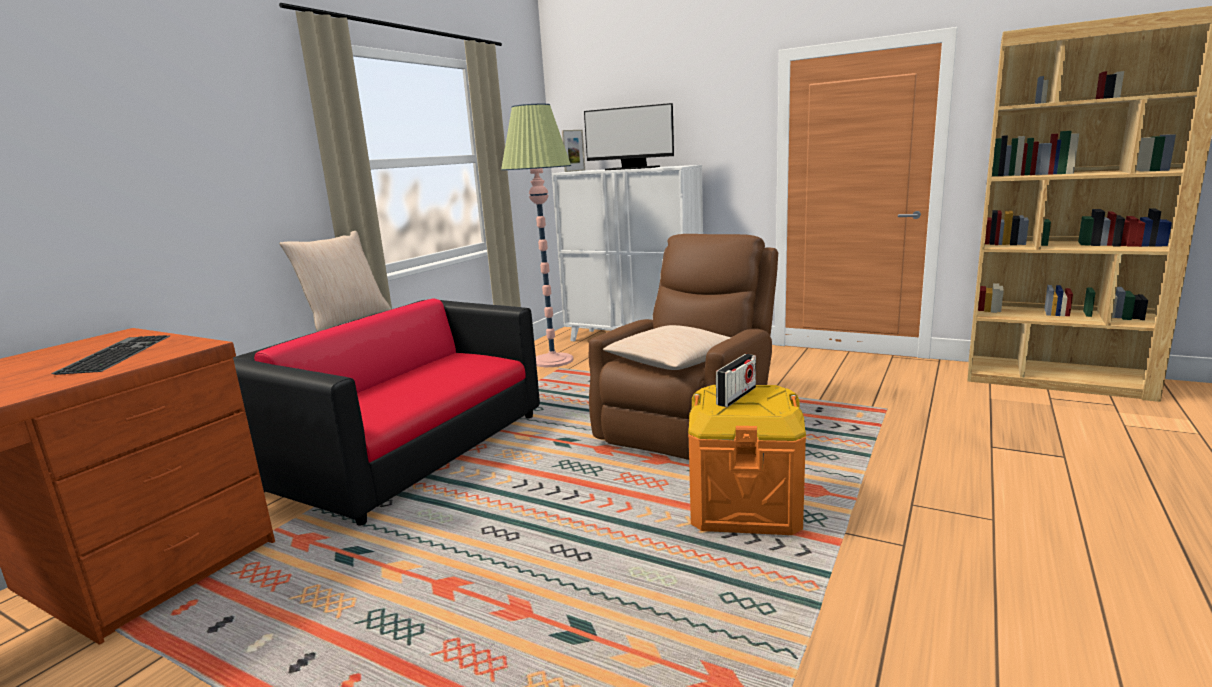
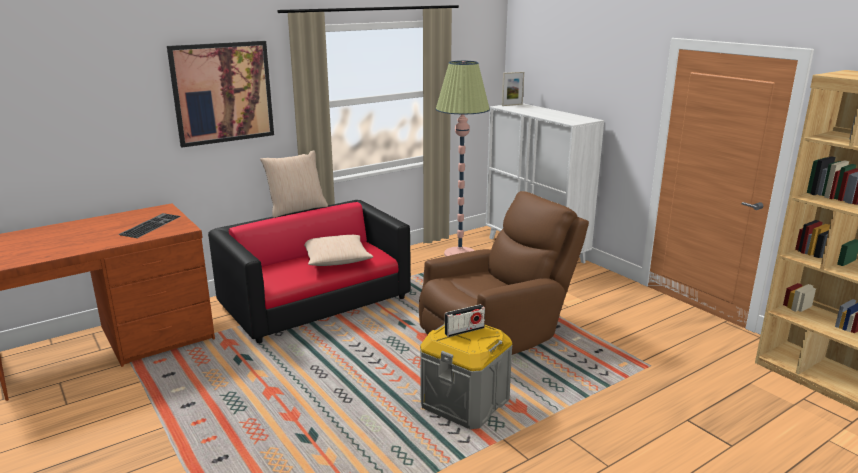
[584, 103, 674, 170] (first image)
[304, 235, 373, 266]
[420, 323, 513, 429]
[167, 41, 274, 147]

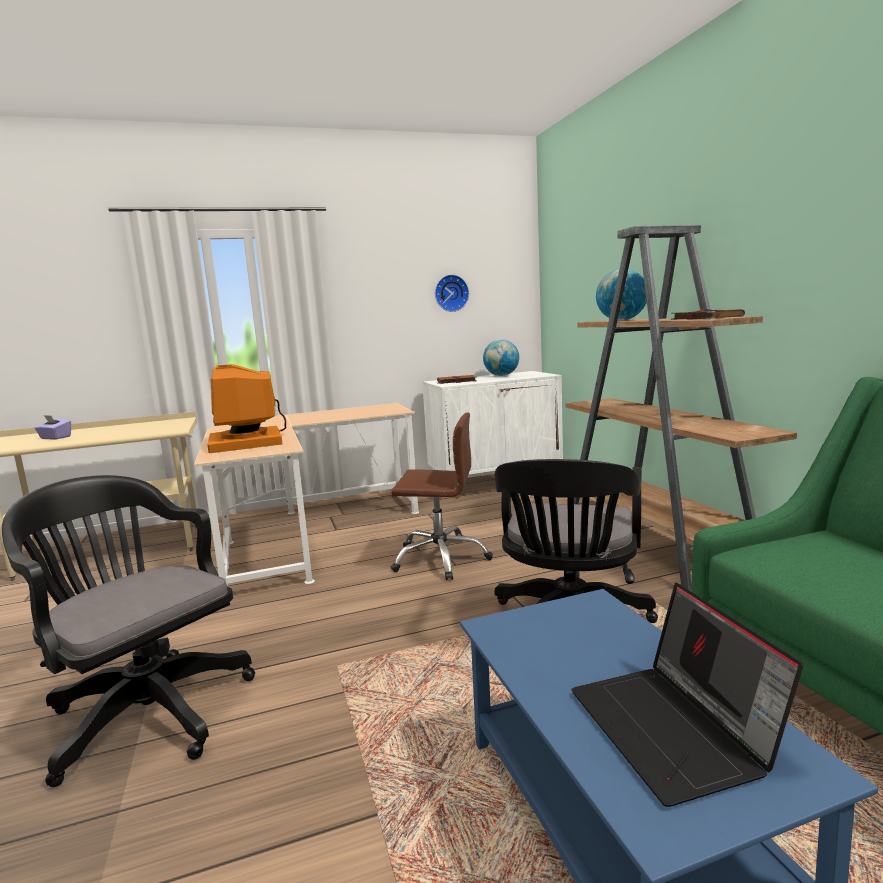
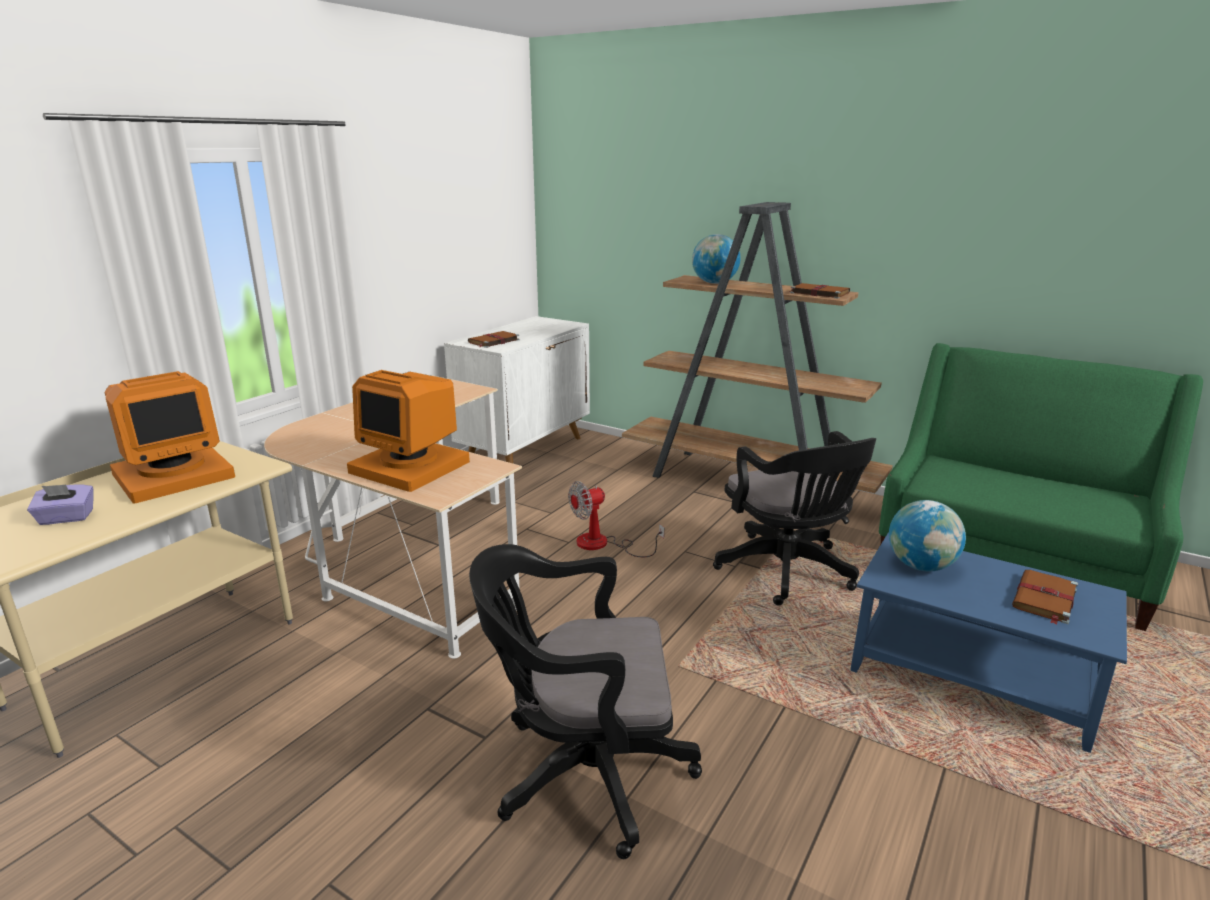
[435, 274, 469, 312] (first image)
[889, 500, 966, 572]
[568, 481, 664, 557]
[1012, 570, 1078, 625]
[105, 371, 235, 503]

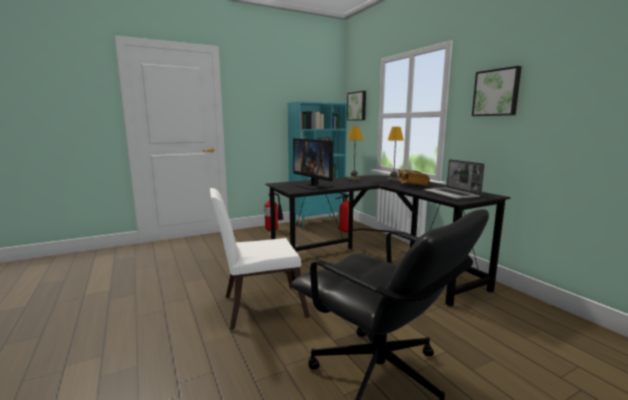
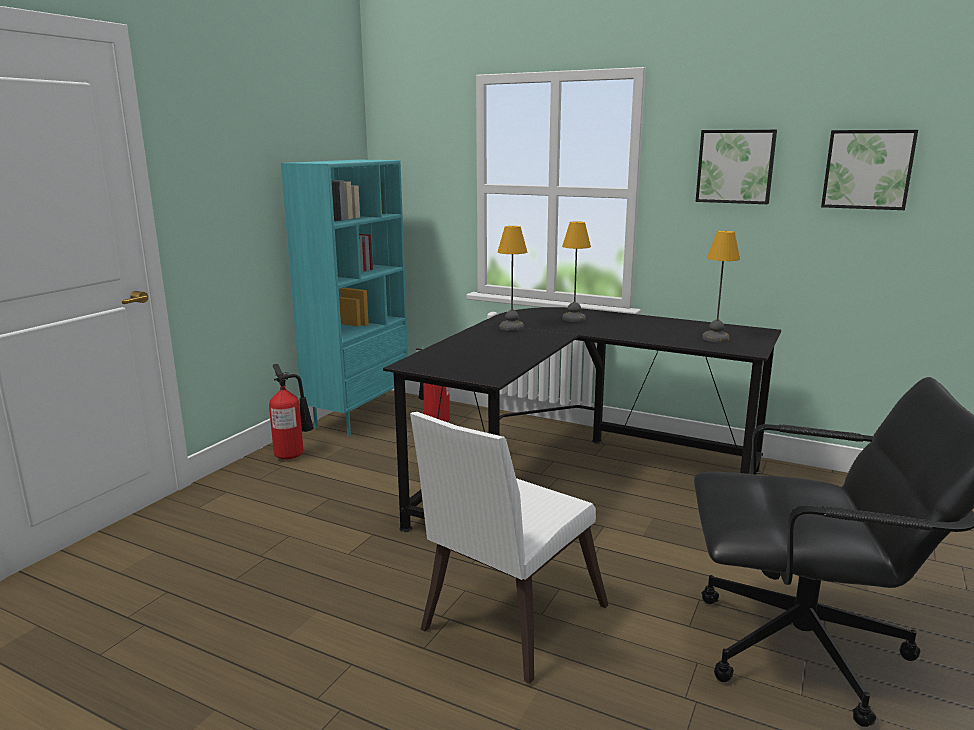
[821, 130, 918, 210]
[293, 138, 334, 190] (first image)
[702, 231, 740, 342]
[397, 169, 430, 187] (first image)

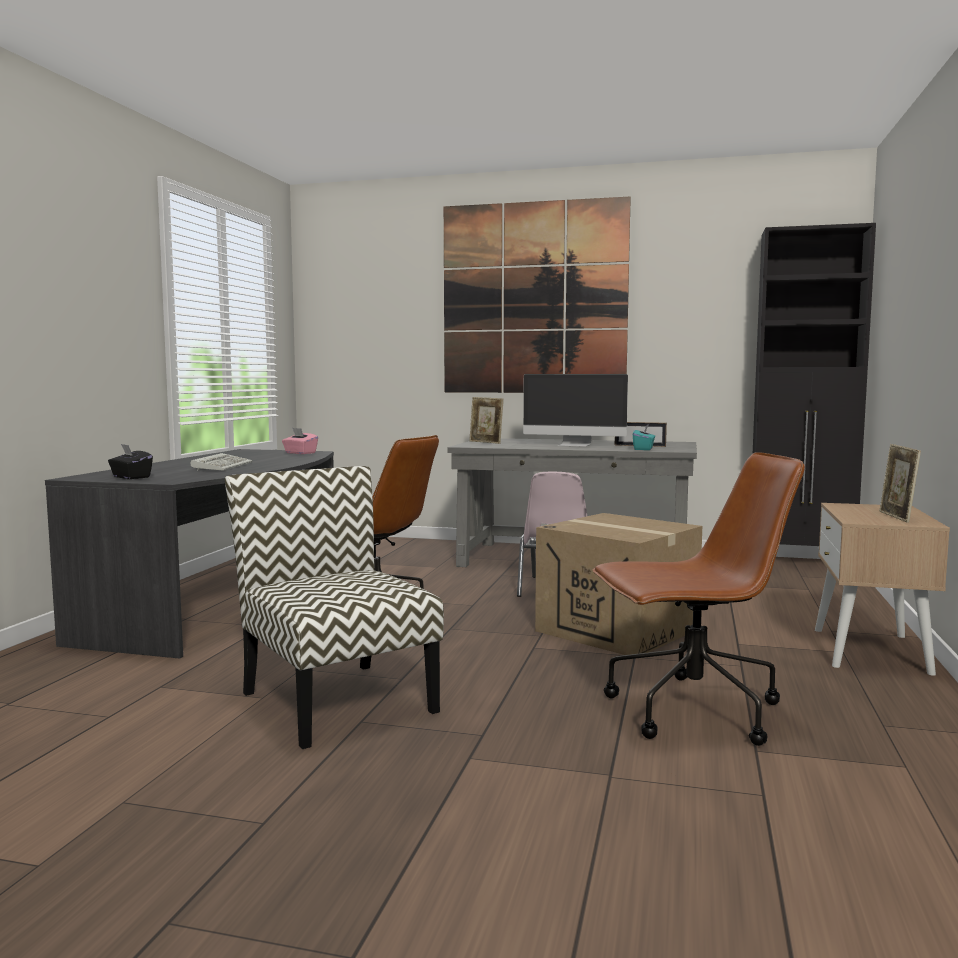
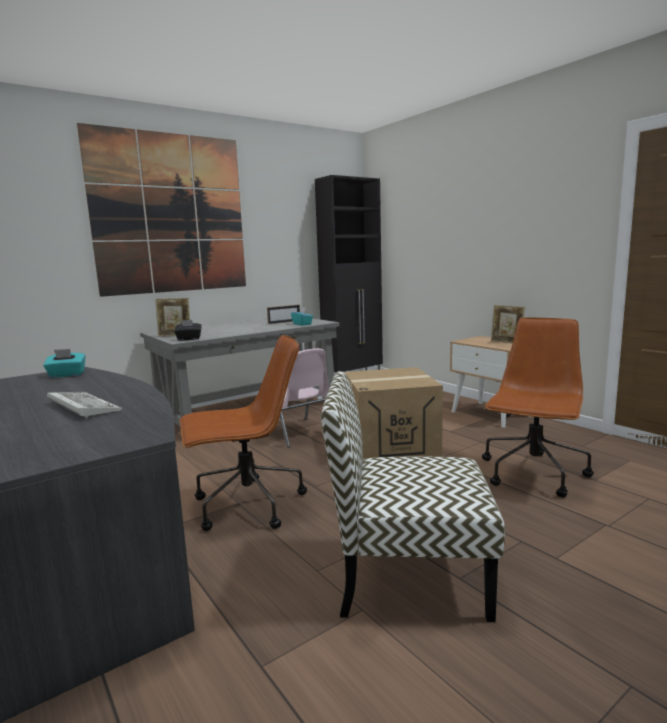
[523, 374, 628, 447] (first image)
[43, 349, 86, 378]
[174, 320, 202, 340]

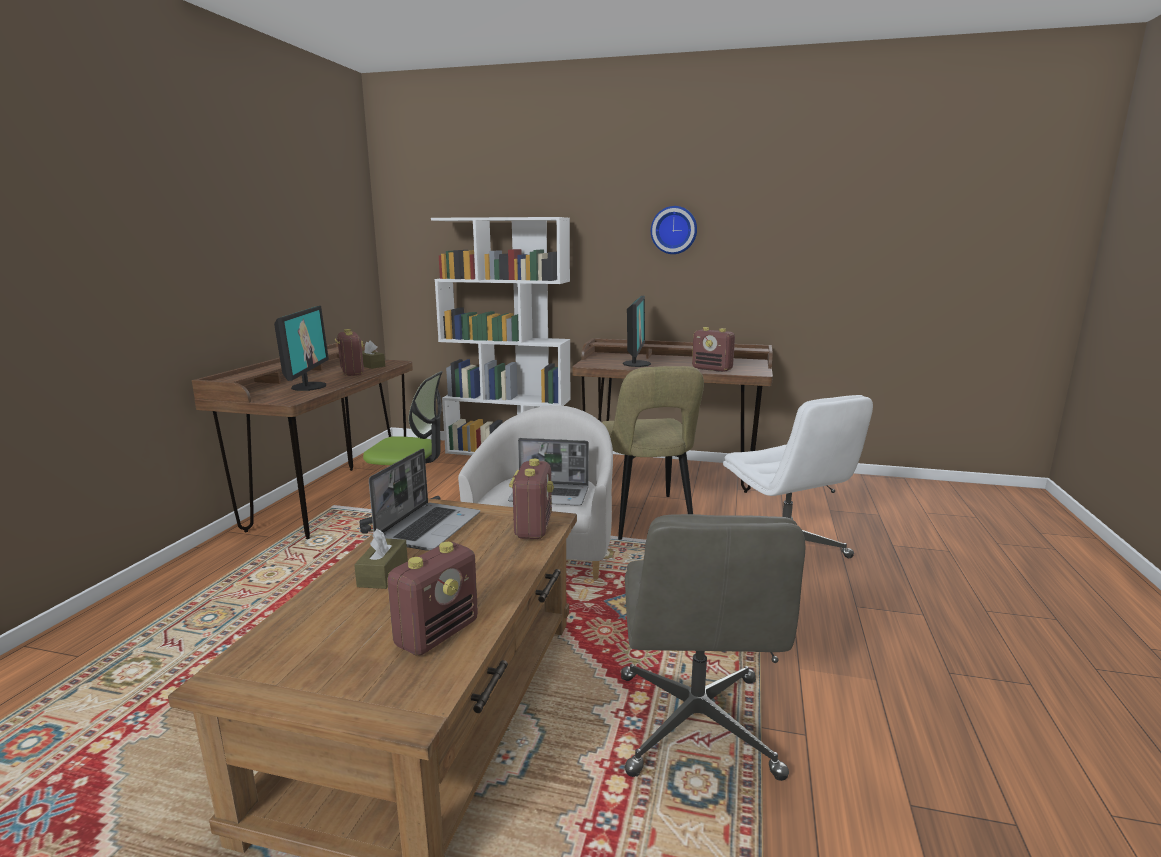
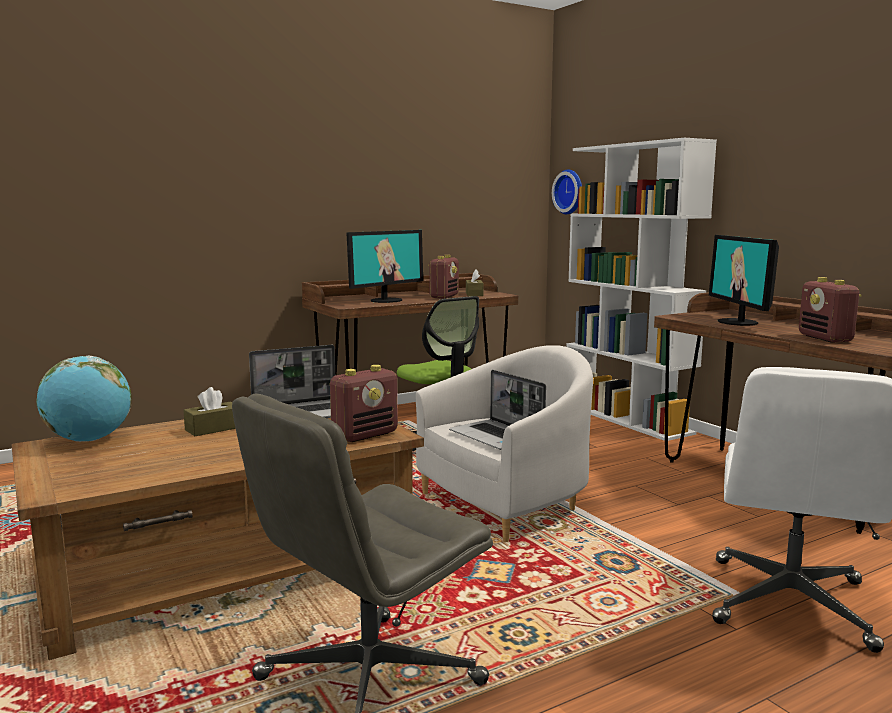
[552, 169, 582, 214]
[709, 235, 779, 326]
[602, 366, 704, 540] (first image)
[387, 542, 478, 656] (first image)
[36, 356, 131, 442]

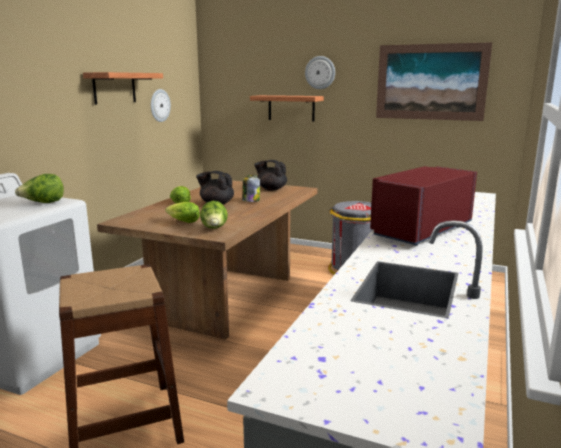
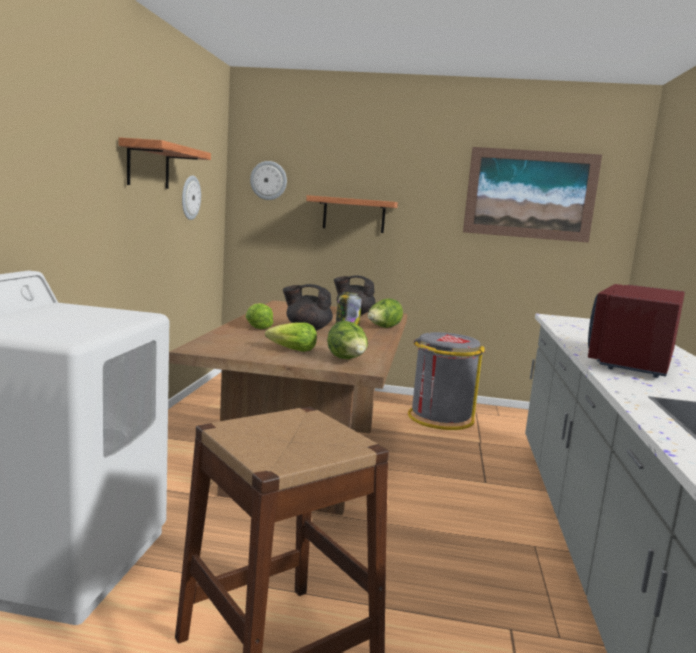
[250, 161, 287, 200]
[367, 299, 403, 328]

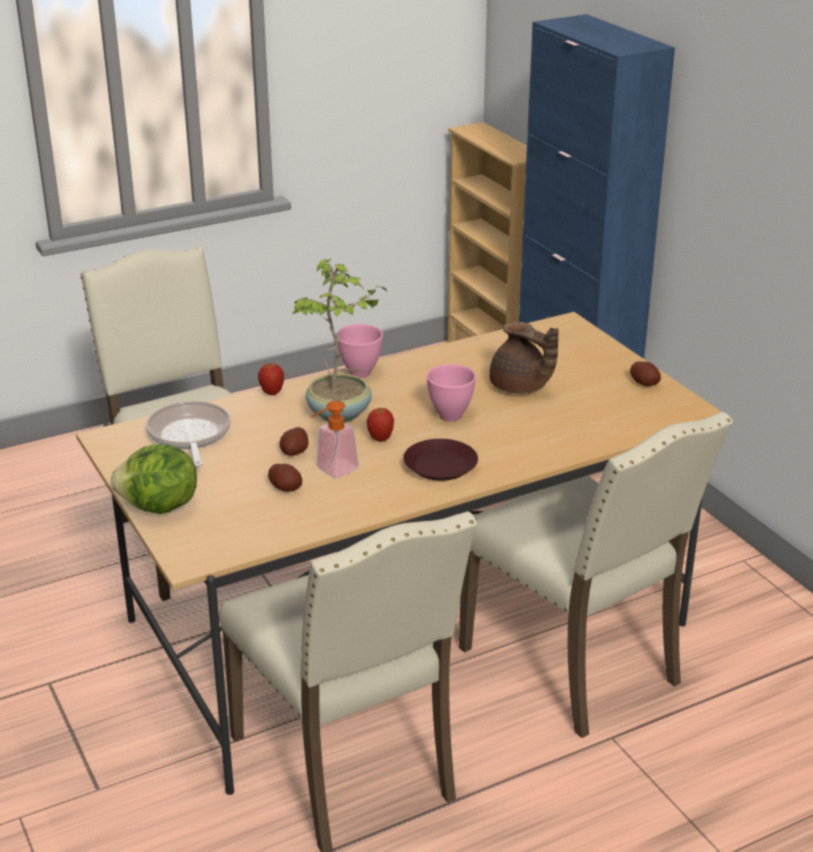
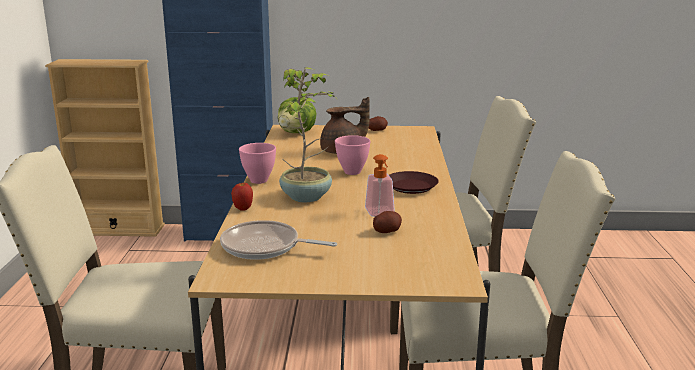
[367, 408, 394, 442] (first image)
[280, 427, 309, 456] (first image)
[278, 97, 317, 133]

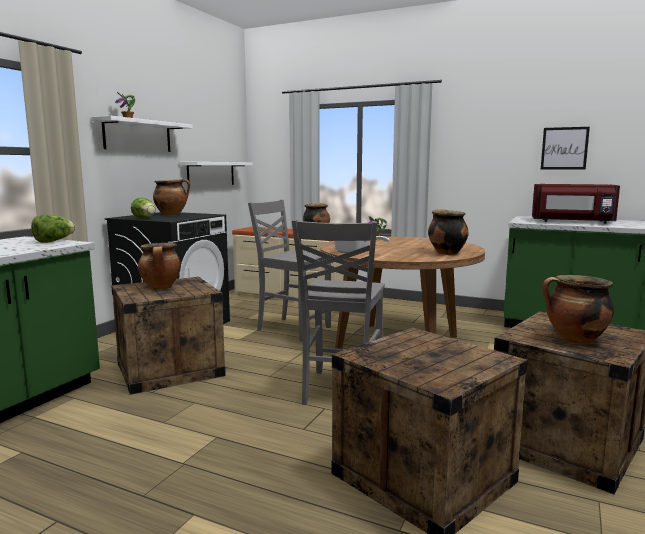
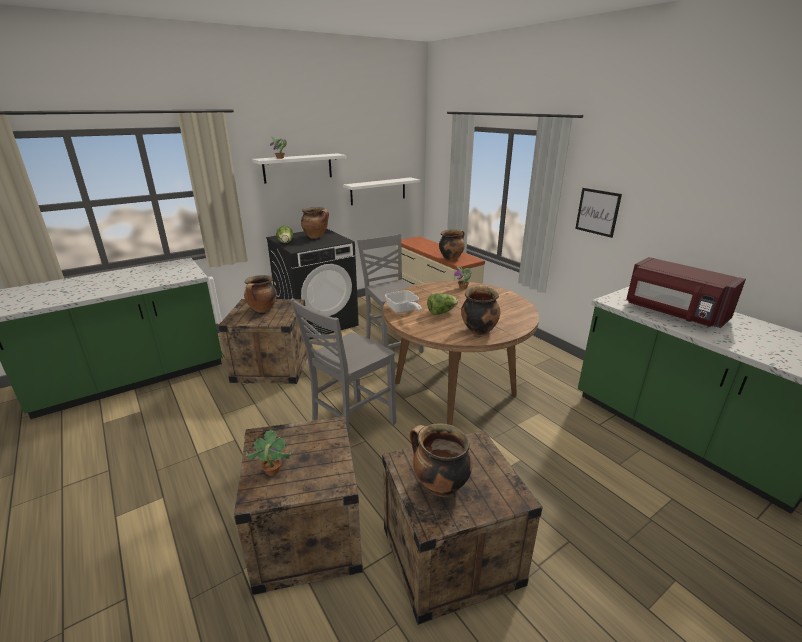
[575, 188, 622, 238]
[427, 293, 458, 315]
[246, 430, 293, 476]

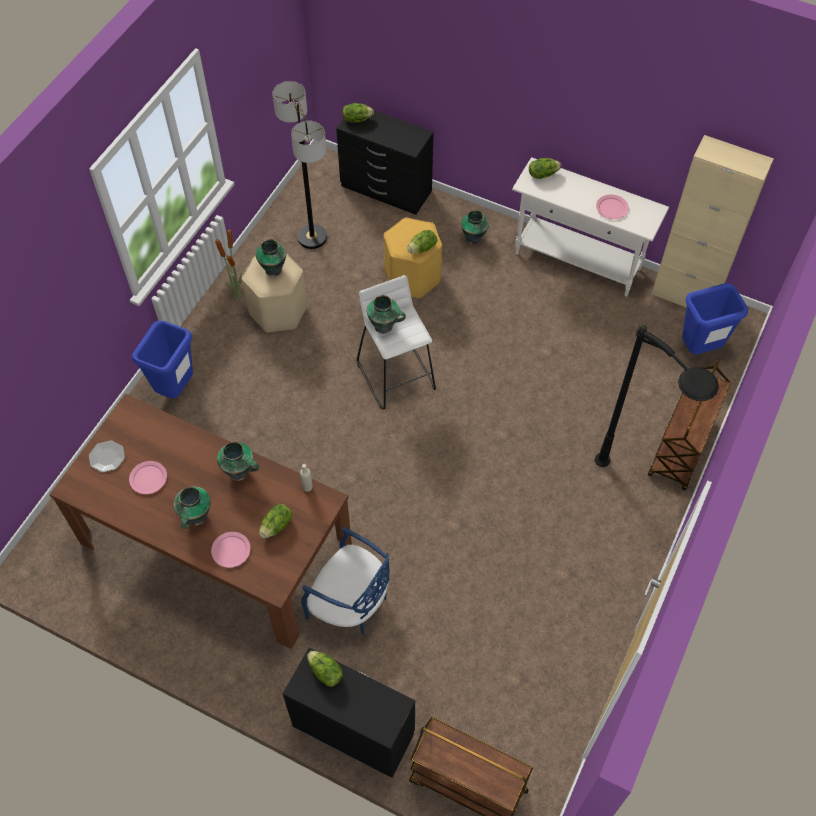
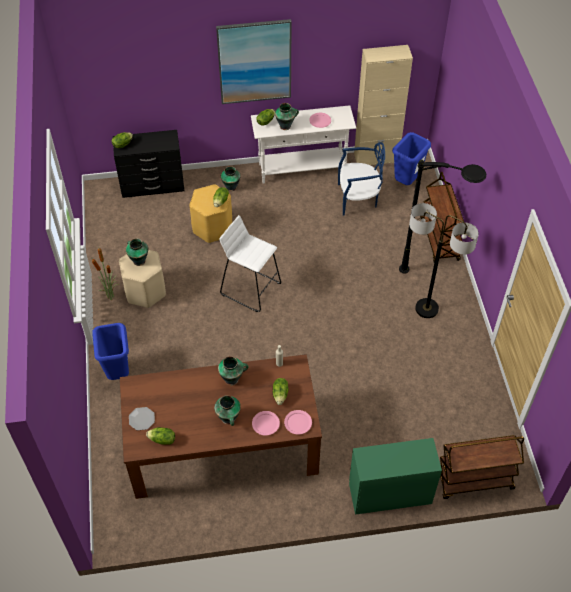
[409, 203, 479, 318]
[275, 103, 299, 130]
[284, 410, 312, 435]
[338, 142, 385, 216]
[349, 438, 442, 515]
[146, 427, 175, 445]
[216, 19, 292, 104]

